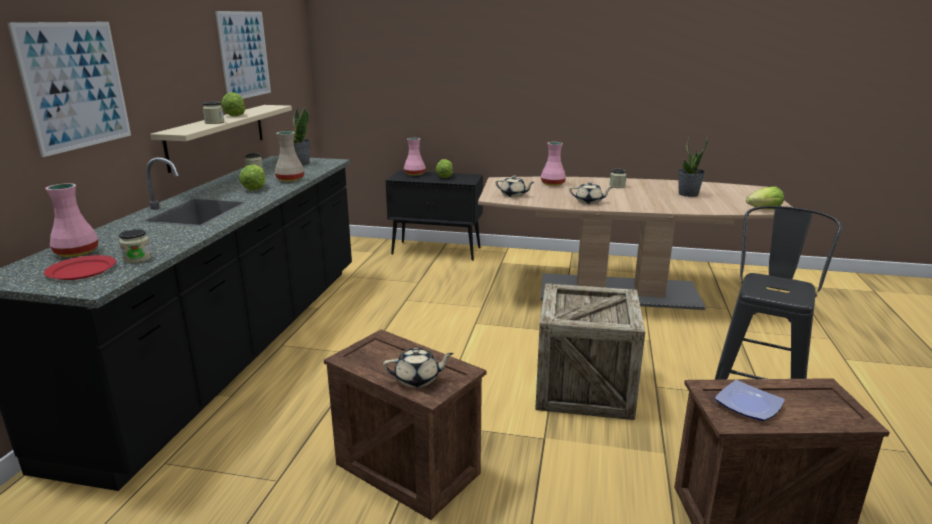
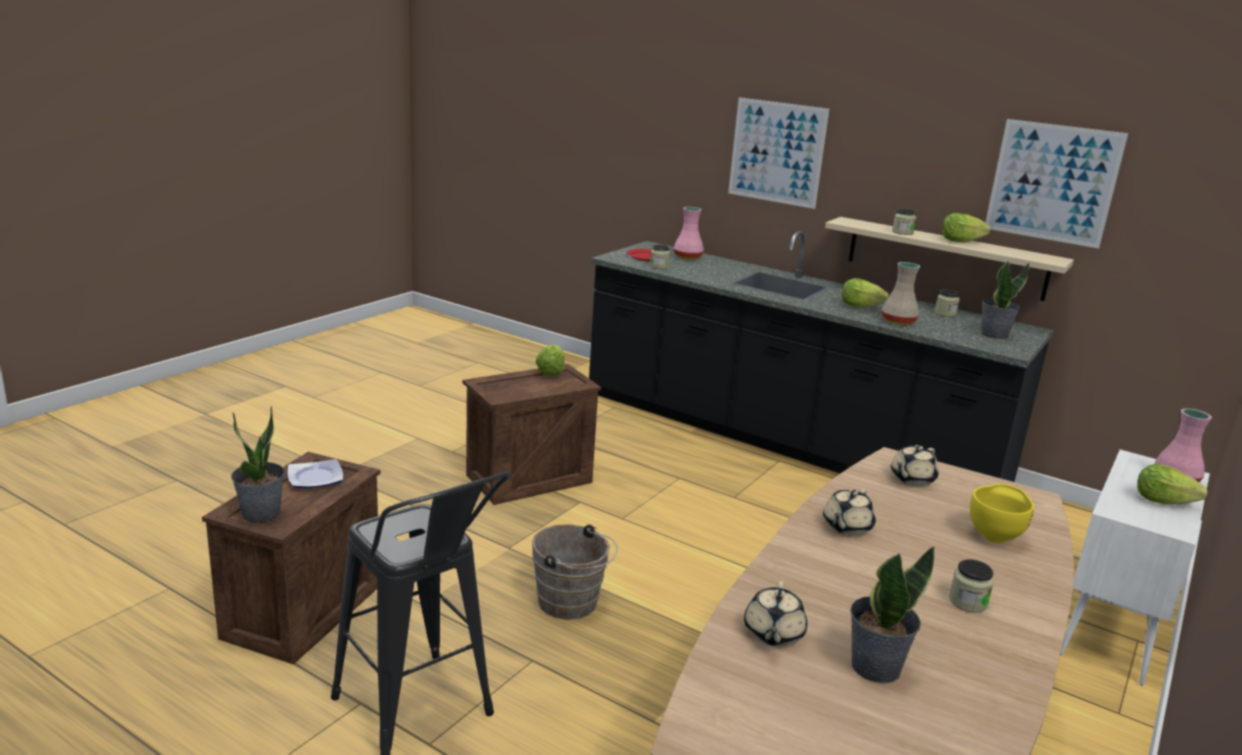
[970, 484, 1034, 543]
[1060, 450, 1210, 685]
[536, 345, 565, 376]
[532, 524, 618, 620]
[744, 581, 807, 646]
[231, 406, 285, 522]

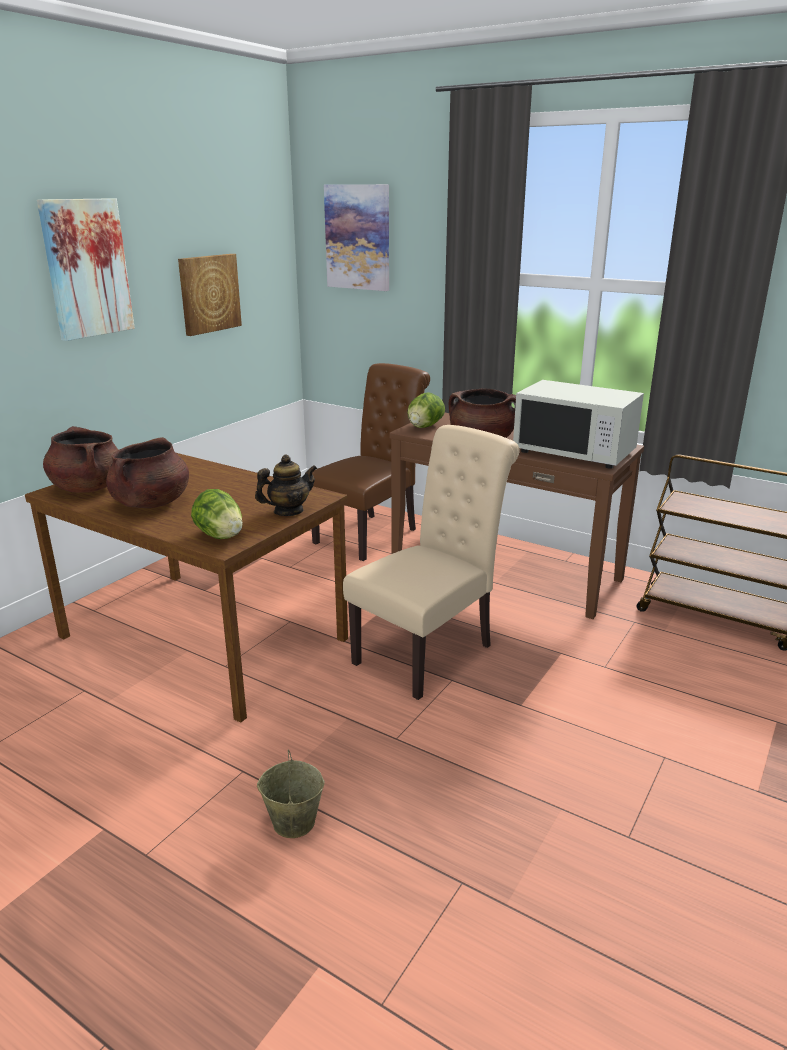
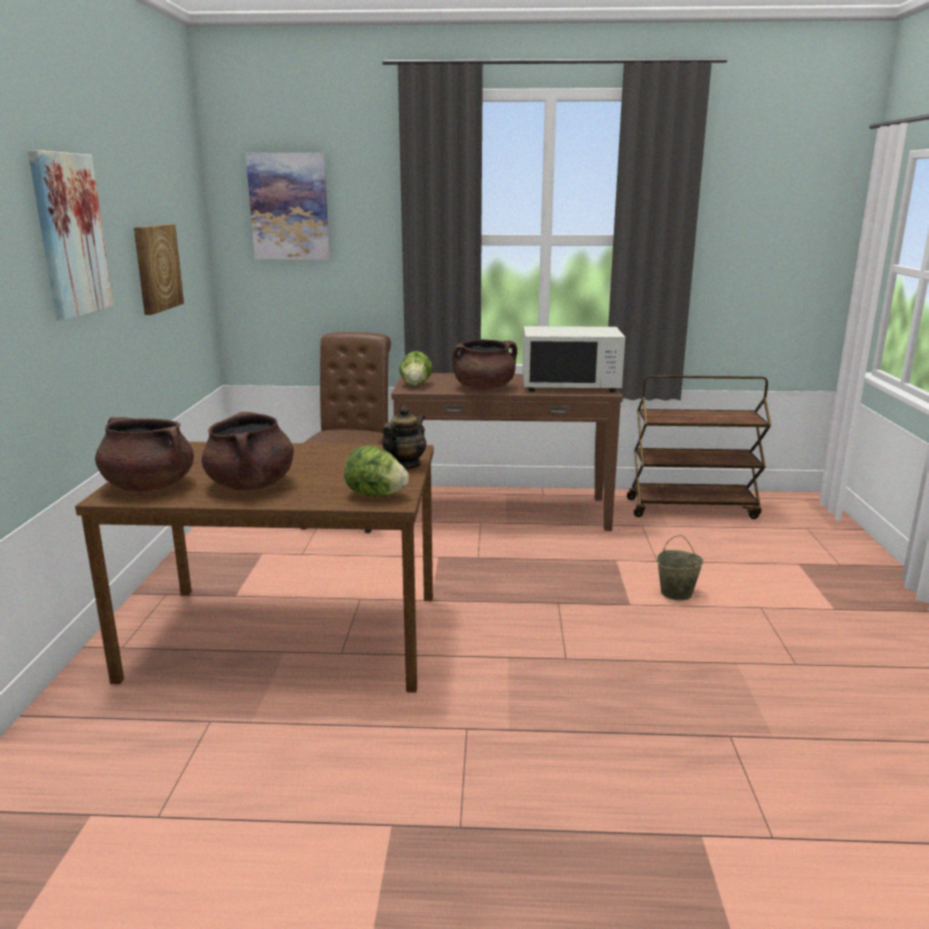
[343, 425, 520, 700] (first image)
[657, 535, 704, 601]

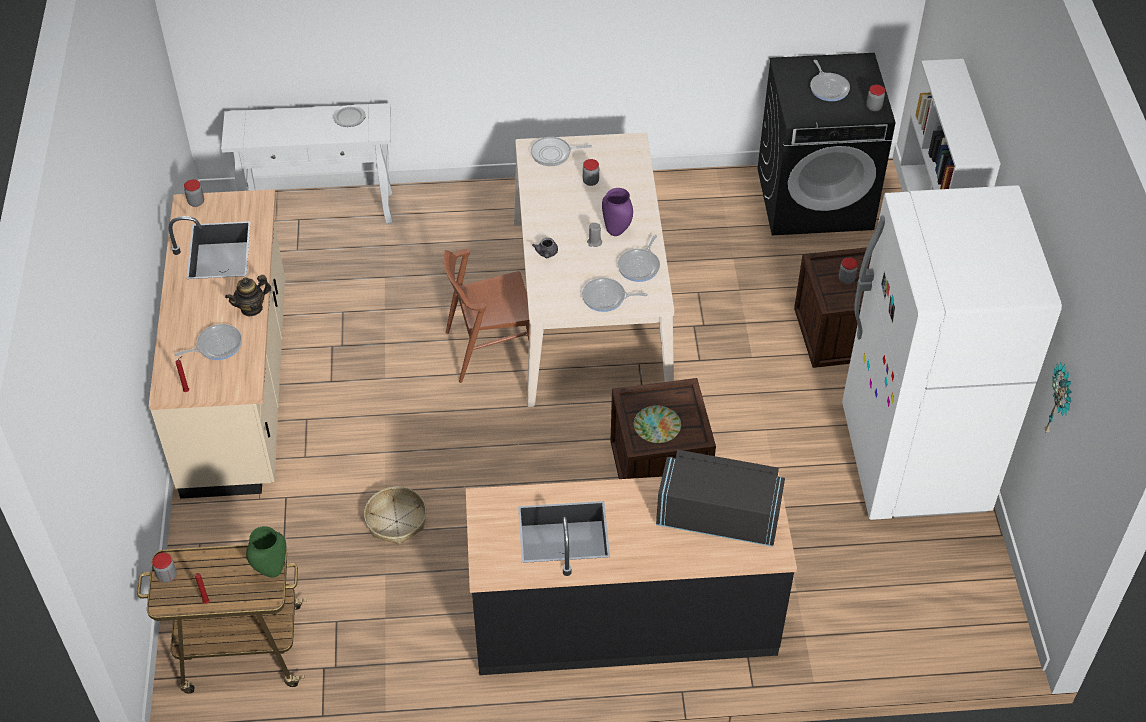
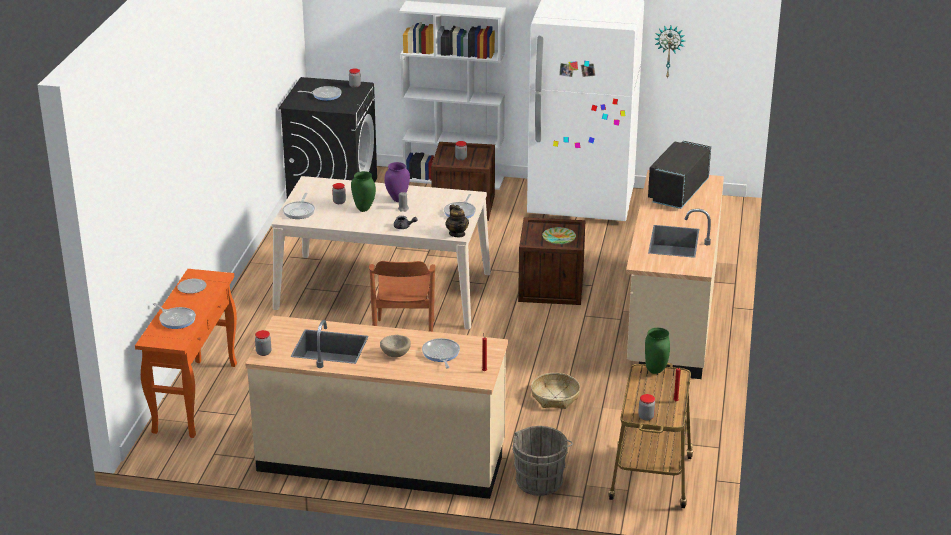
[135, 269, 237, 438]
[153, 303, 196, 329]
[445, 205, 469, 237]
[626, 170, 724, 379]
[351, 171, 376, 212]
[380, 335, 411, 357]
[512, 426, 573, 496]

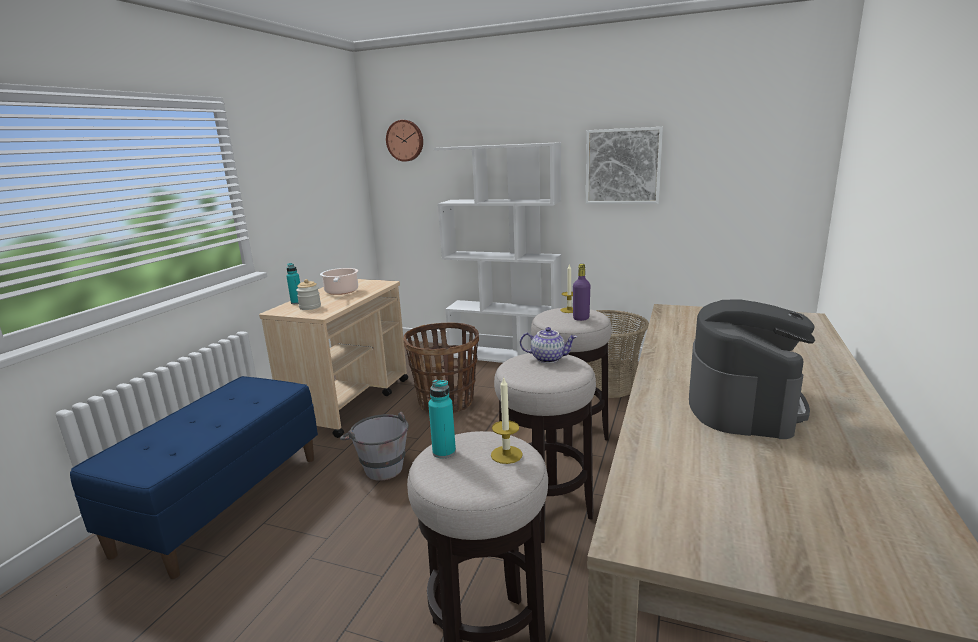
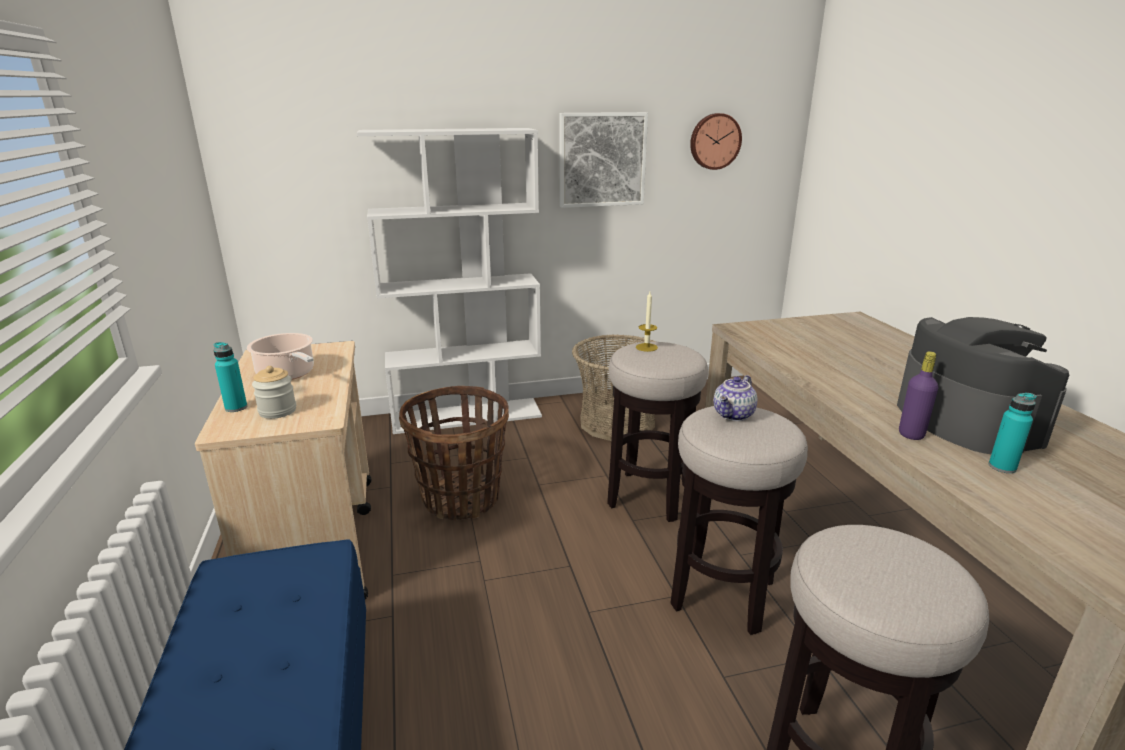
[690, 113, 742, 170]
[899, 351, 938, 440]
[714, 375, 757, 421]
[491, 376, 523, 464] (first image)
[989, 393, 1037, 473]
[340, 412, 409, 481] (first image)

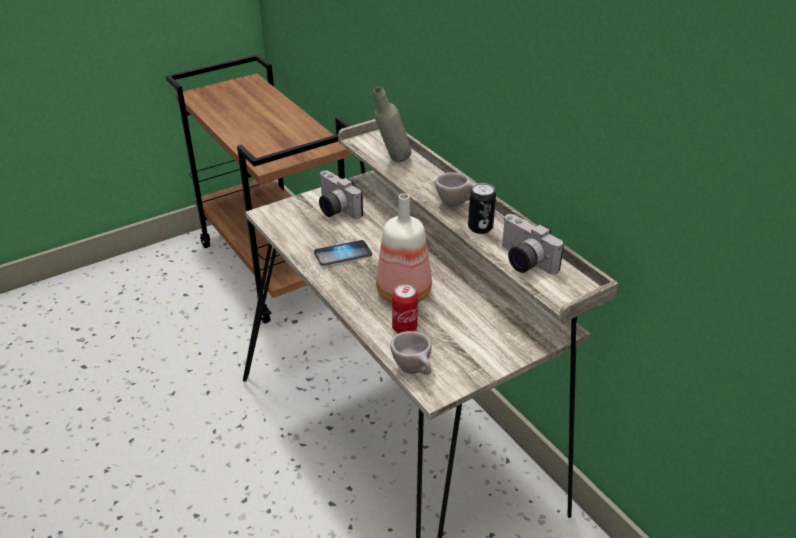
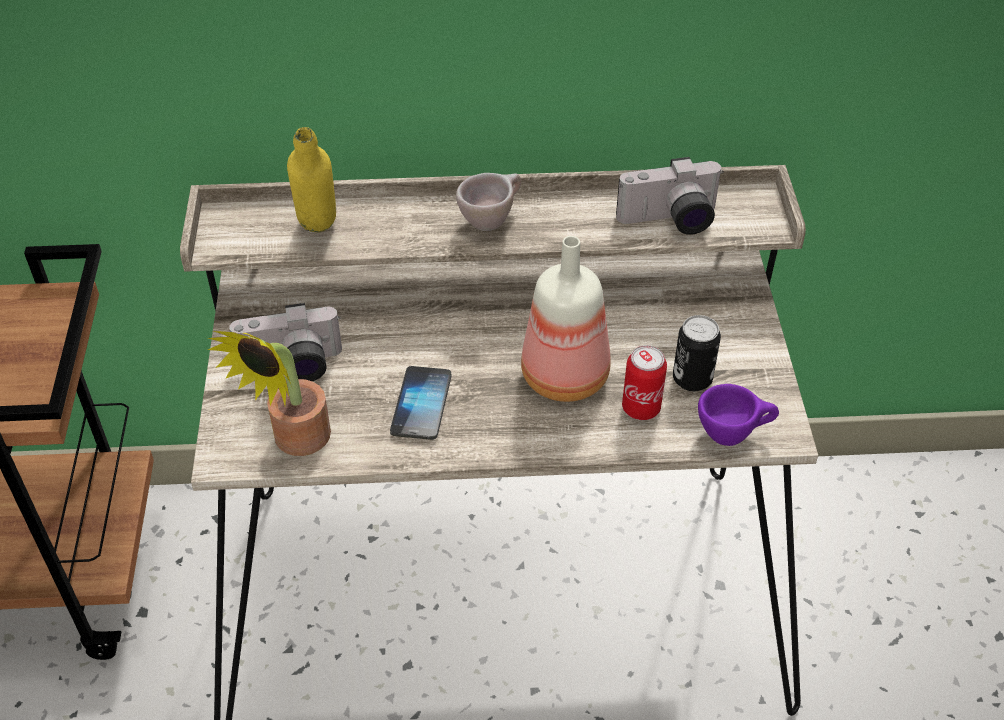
[287, 127, 336, 232]
[673, 315, 721, 391]
[698, 384, 779, 446]
[207, 331, 331, 456]

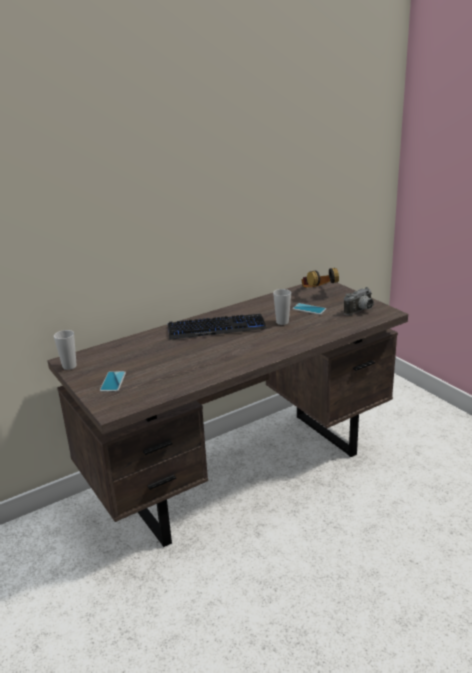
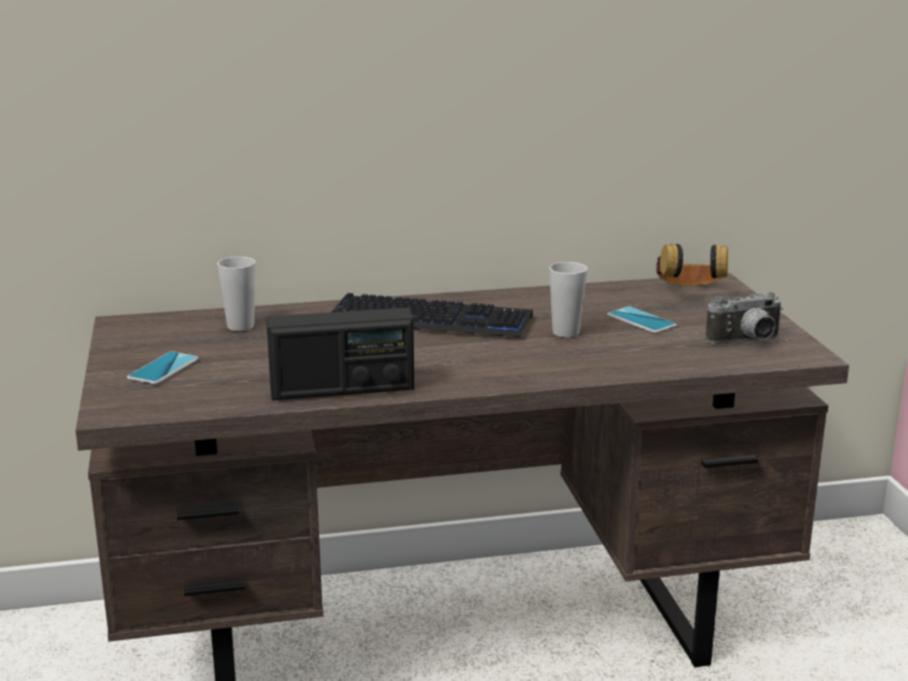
[217, 256, 256, 331]
[266, 307, 414, 400]

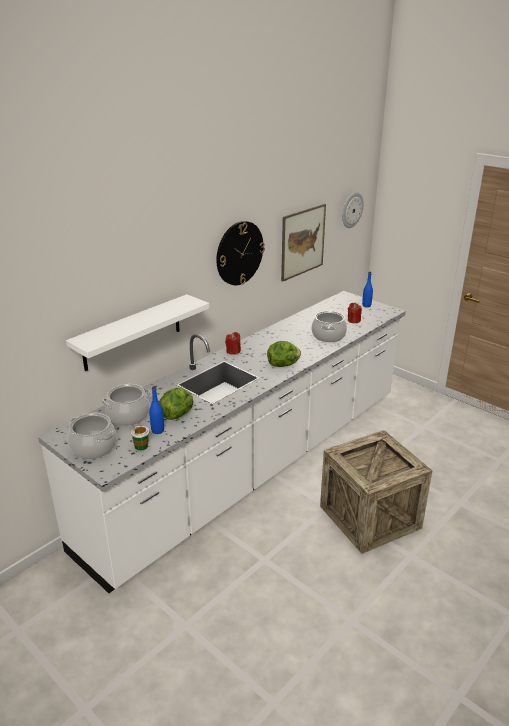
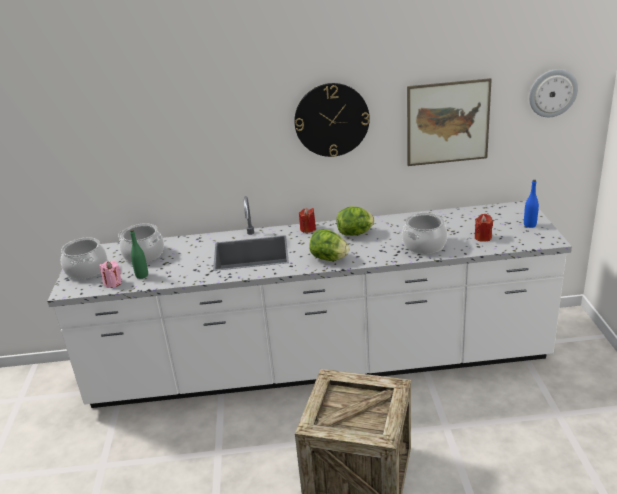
[66, 294, 209, 371] (first image)
[130, 230, 148, 279]
[337, 206, 374, 236]
[99, 260, 122, 288]

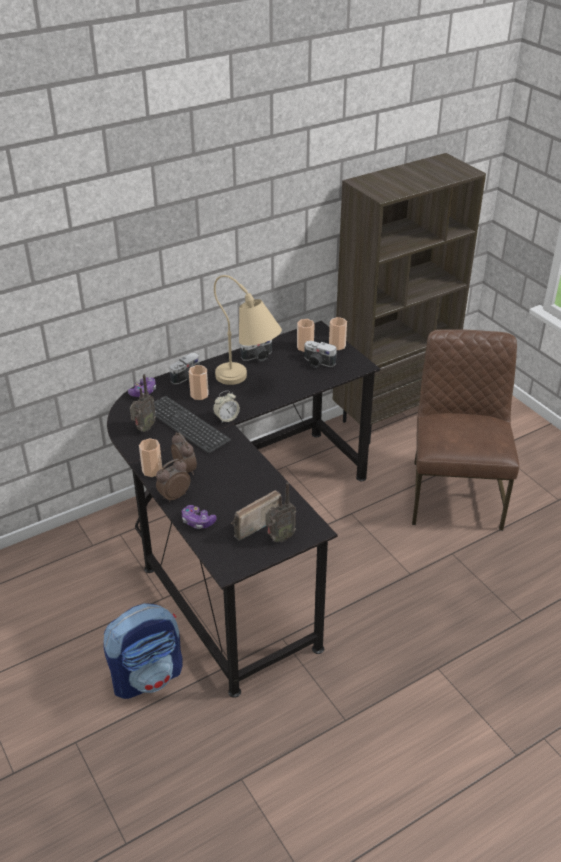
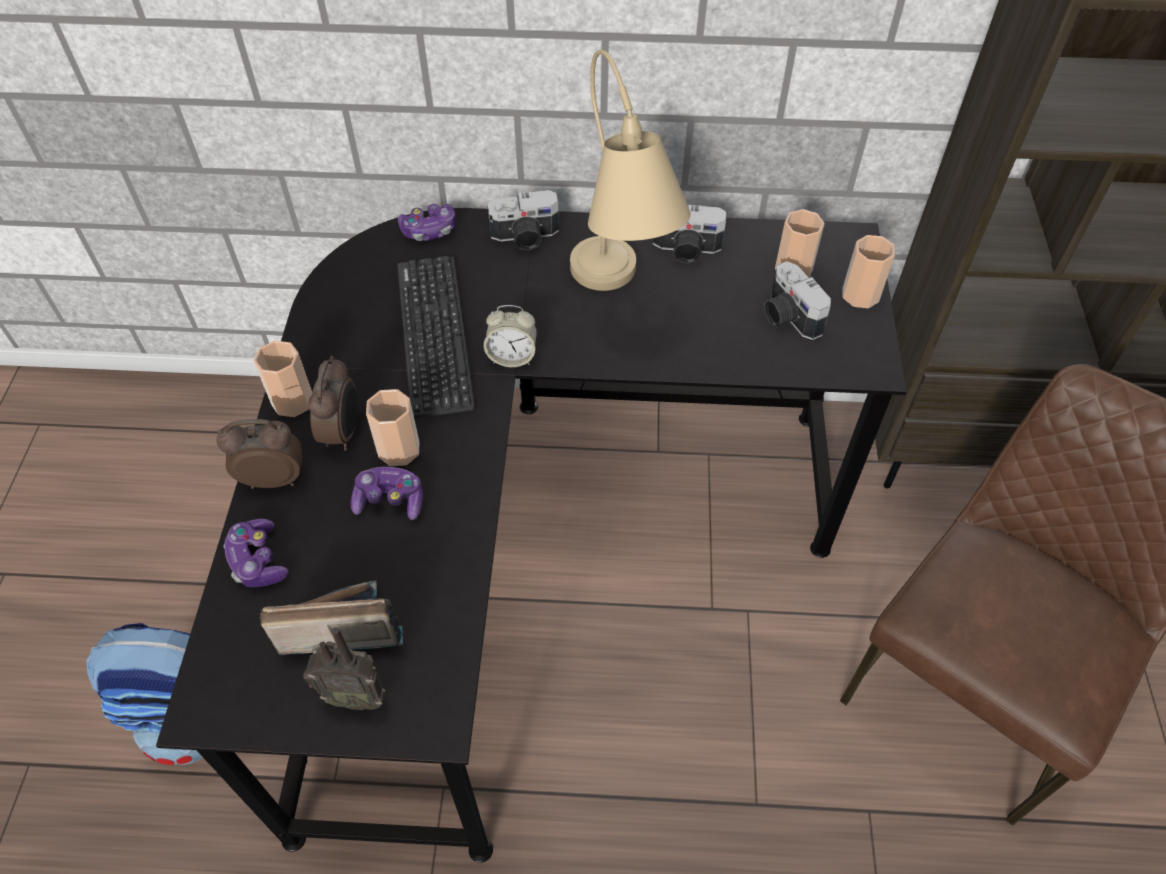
[366, 389, 419, 466]
[130, 374, 156, 432] (first image)
[350, 467, 423, 520]

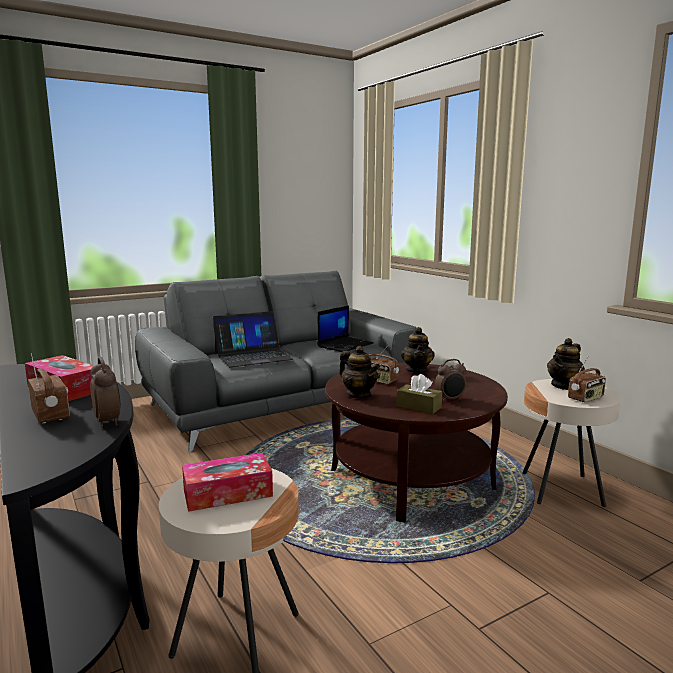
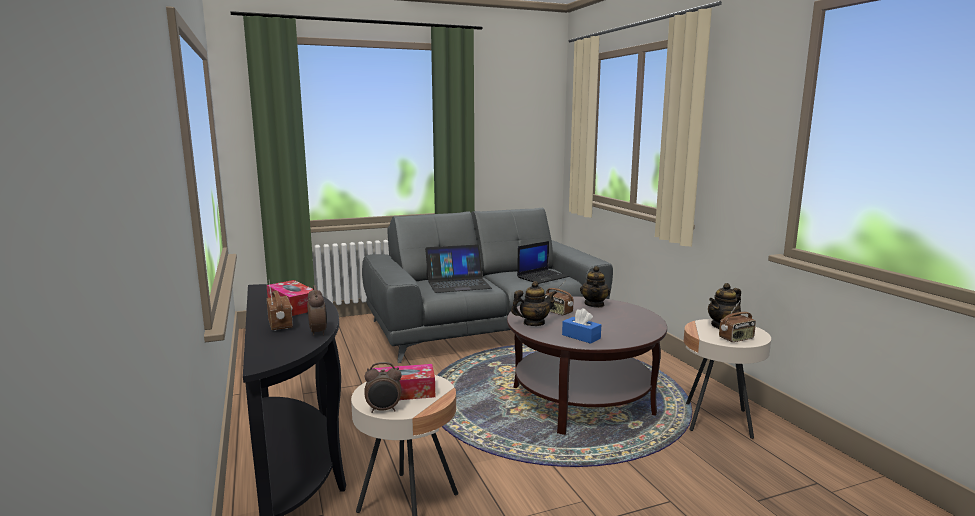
[511, 281, 557, 326]
[364, 362, 402, 413]
[562, 308, 601, 344]

